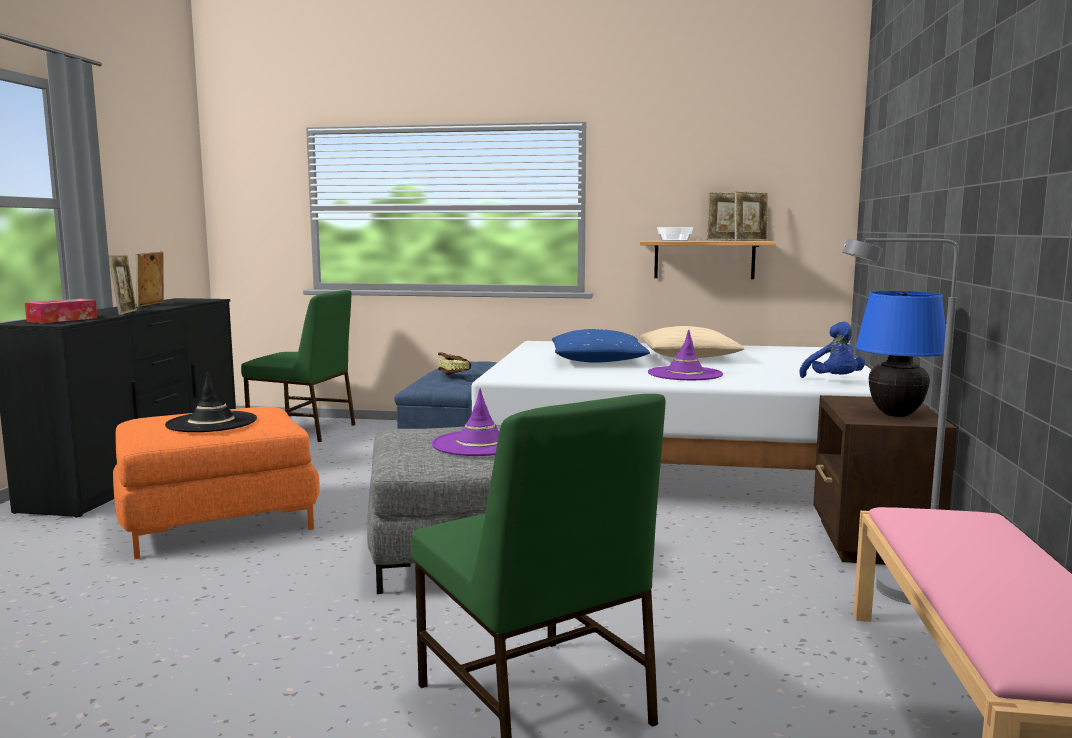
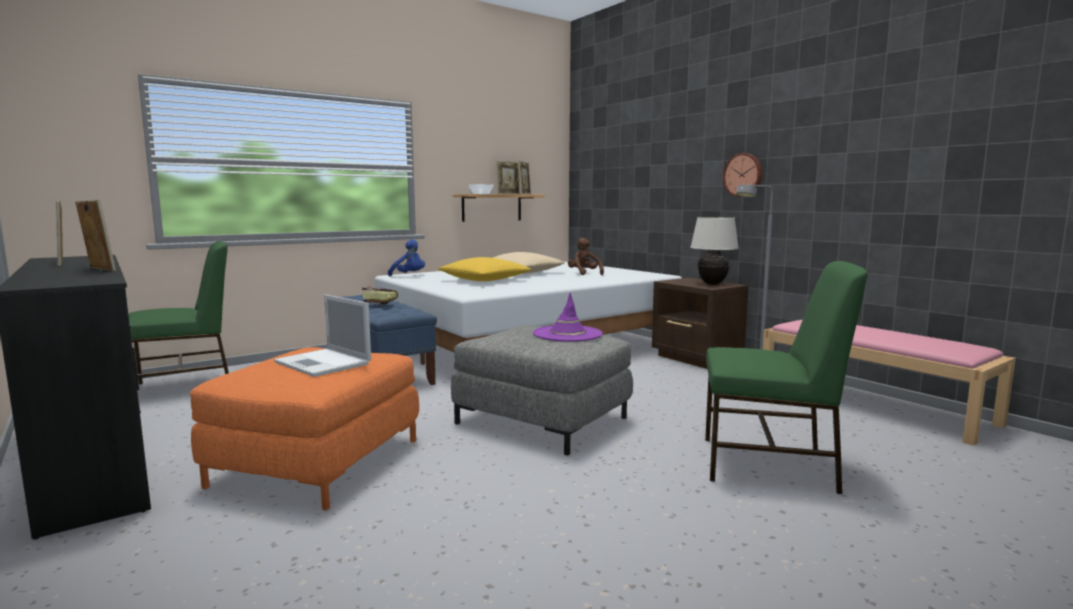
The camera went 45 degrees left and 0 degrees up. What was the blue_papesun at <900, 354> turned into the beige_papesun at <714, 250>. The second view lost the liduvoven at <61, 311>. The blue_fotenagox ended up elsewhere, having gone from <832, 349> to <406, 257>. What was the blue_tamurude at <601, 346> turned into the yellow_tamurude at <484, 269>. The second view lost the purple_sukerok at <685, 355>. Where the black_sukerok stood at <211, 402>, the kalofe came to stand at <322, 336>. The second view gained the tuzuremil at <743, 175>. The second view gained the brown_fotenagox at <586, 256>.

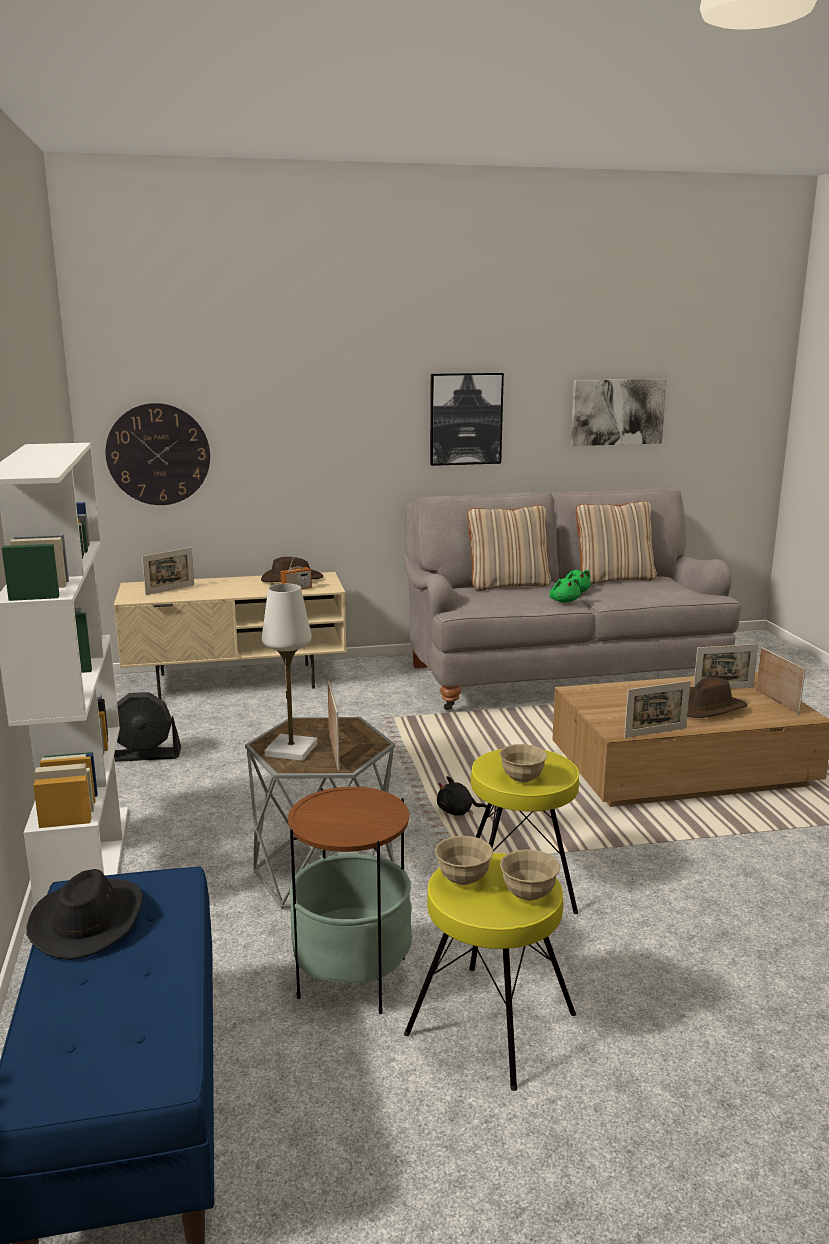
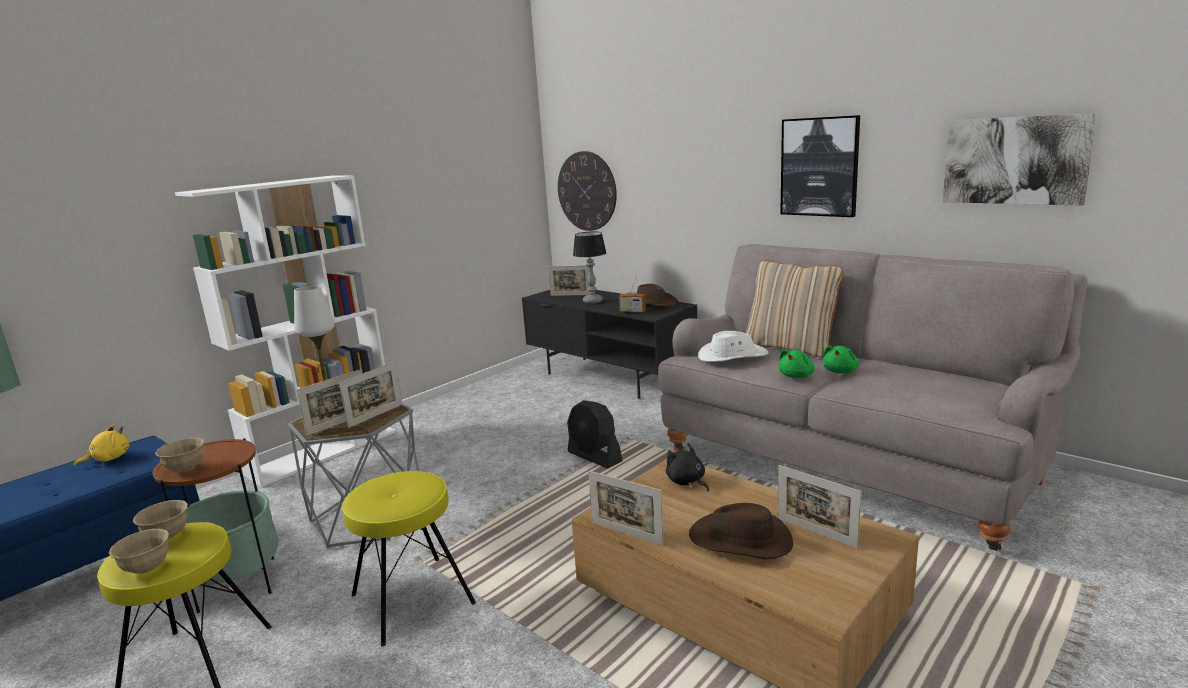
The camera went 55 degrees right and 0 degrees up. The second view lost the beige_tamurude at <616, 543>. What was the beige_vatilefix at <230, 635> turned into the black_vatilefix at <609, 344>. The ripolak ended up elsewhere, having gone from <780, 681> to <370, 395>. The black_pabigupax ended up elsewhere, having gone from <147, 727> to <594, 434>. The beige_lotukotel ended up elsewhere, having gone from <523, 763> to <180, 455>. The black_fotenagox ended up elsewhere, having gone from <462, 796> to <687, 467>. Where the black_sukerok stood at <84, 914>, the yellow_fotenagox came to stand at <101, 446>. The second view gained the papesun at <589, 267>. The second view gained the white_sukerok at <733, 346>.

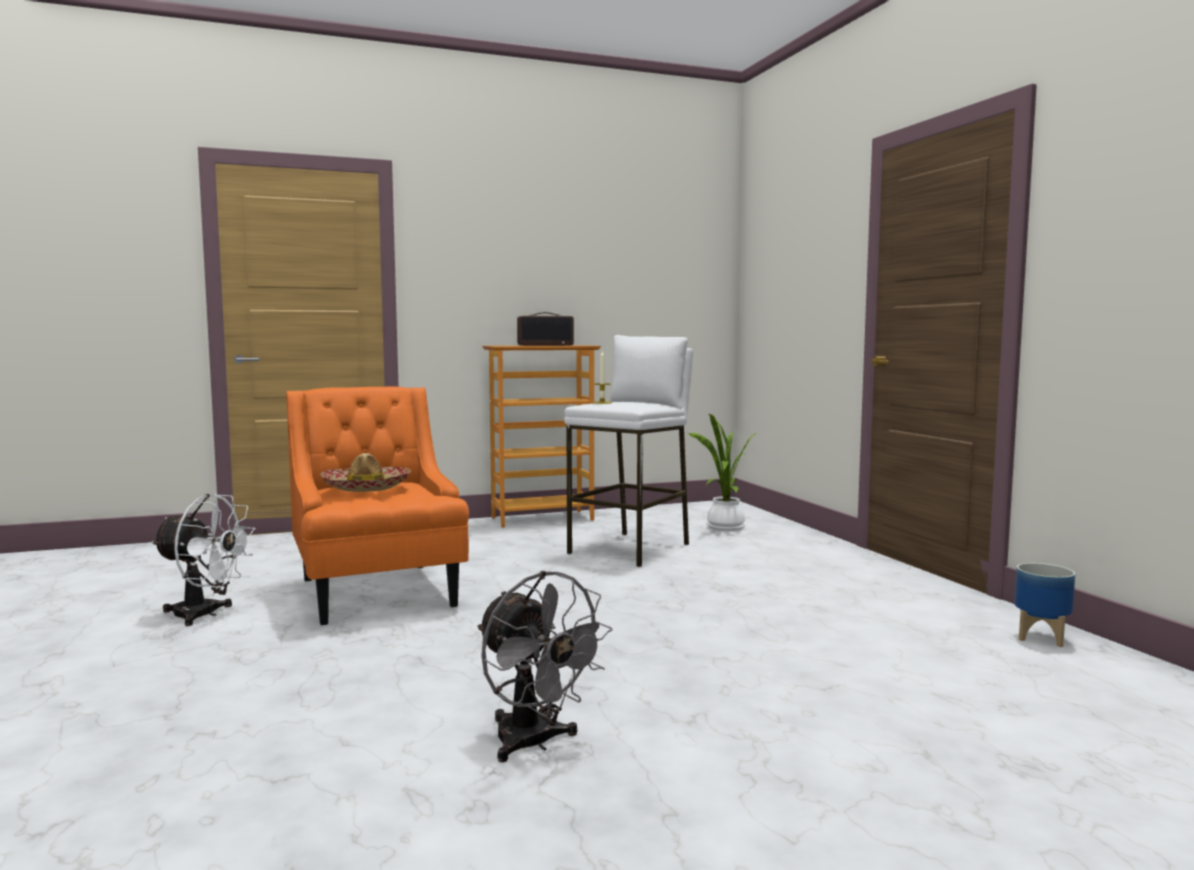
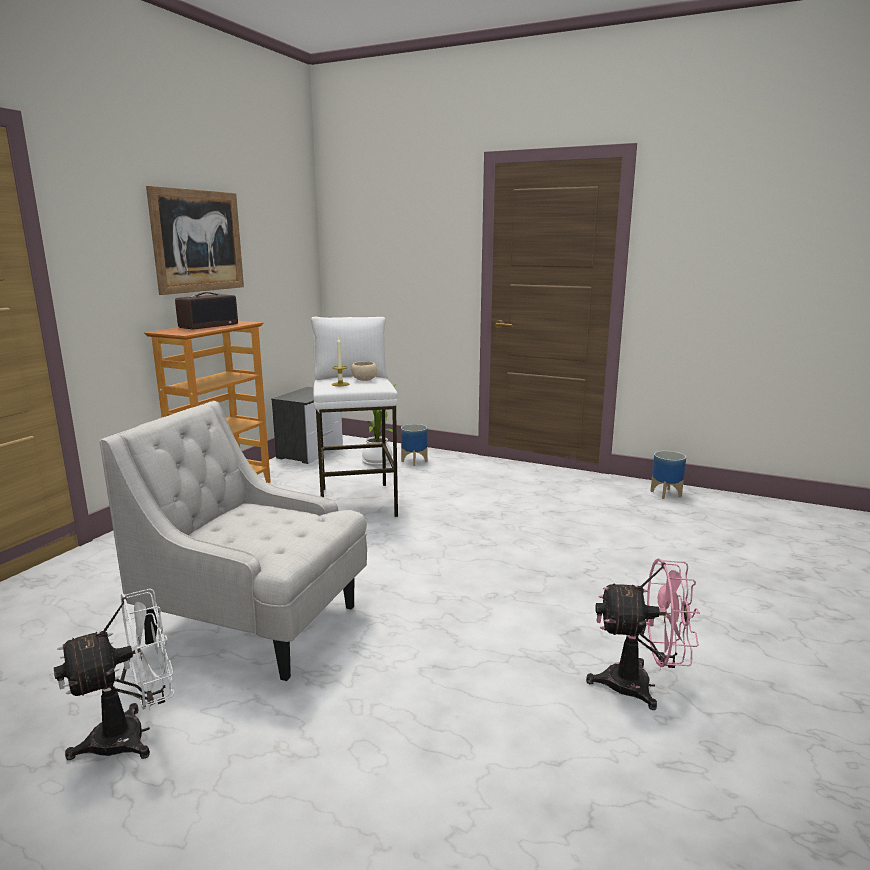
The camera went 45 degrees left and 10 degrees up. What was the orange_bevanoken at <377, 505> turned into the white_bevanoken at <233, 541>. The second view lost the sukerok at <365, 472>. What was the grey_pabigupax at <544, 666> turned into the pink_pabigupax at <643, 634>. The second view gained the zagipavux at <195, 240>. The second view gained the beige_lotukotel at <364, 371>. The second view gained the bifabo at <307, 425>. The second view gained the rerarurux at <414, 445>.

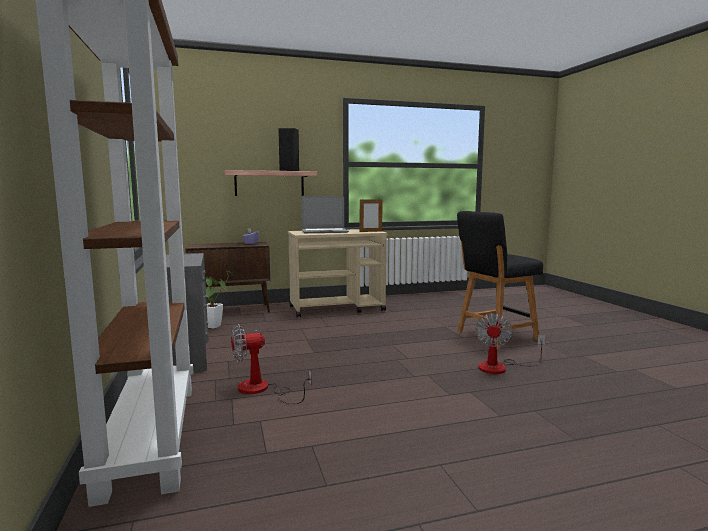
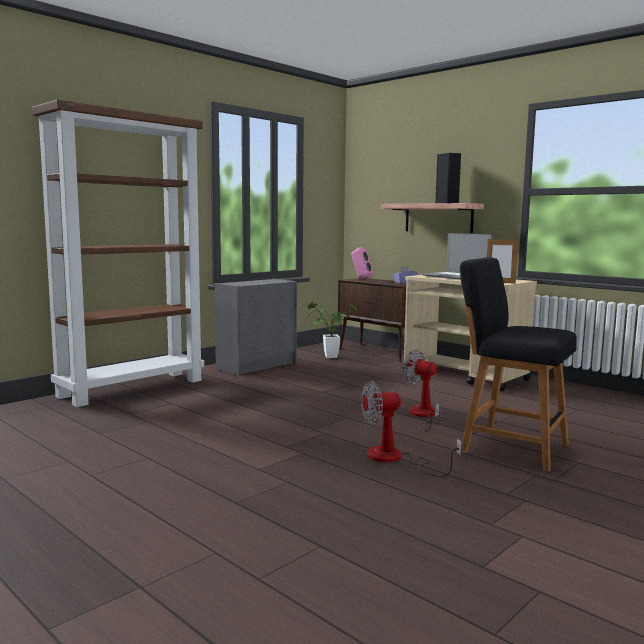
The camera went 60 degrees right and 0 degrees up. The pabigupax ended up elsewhere, having gone from <271, 364> to <423, 390>. The second view gained the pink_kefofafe at <362, 263>.

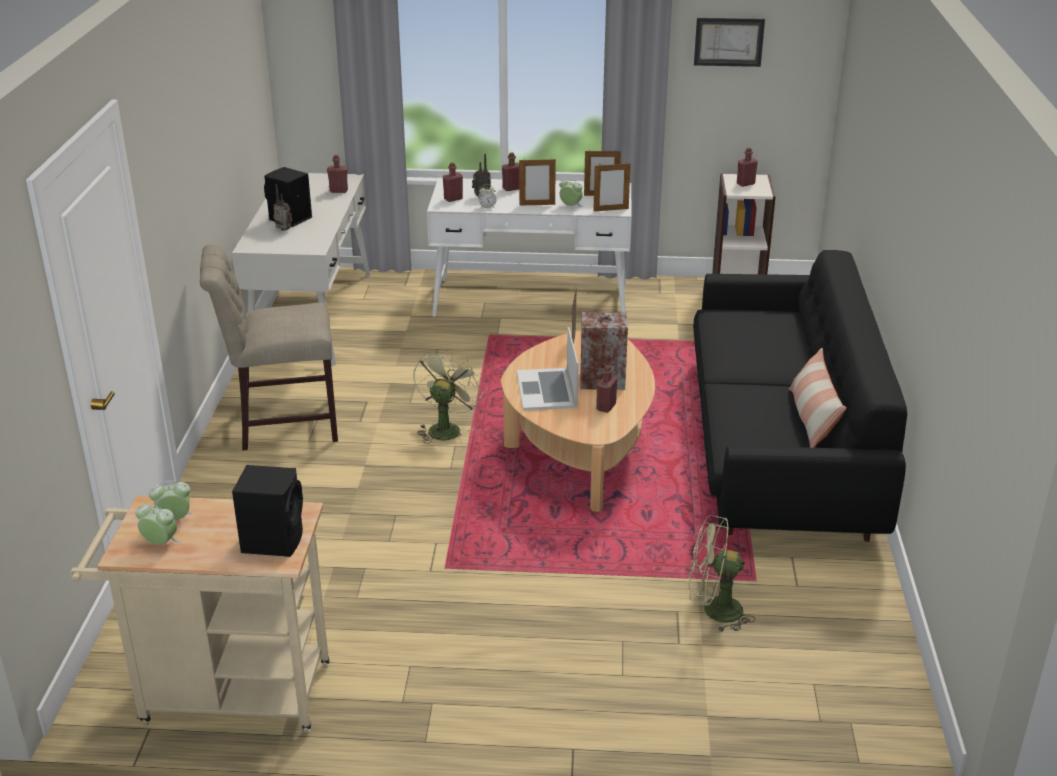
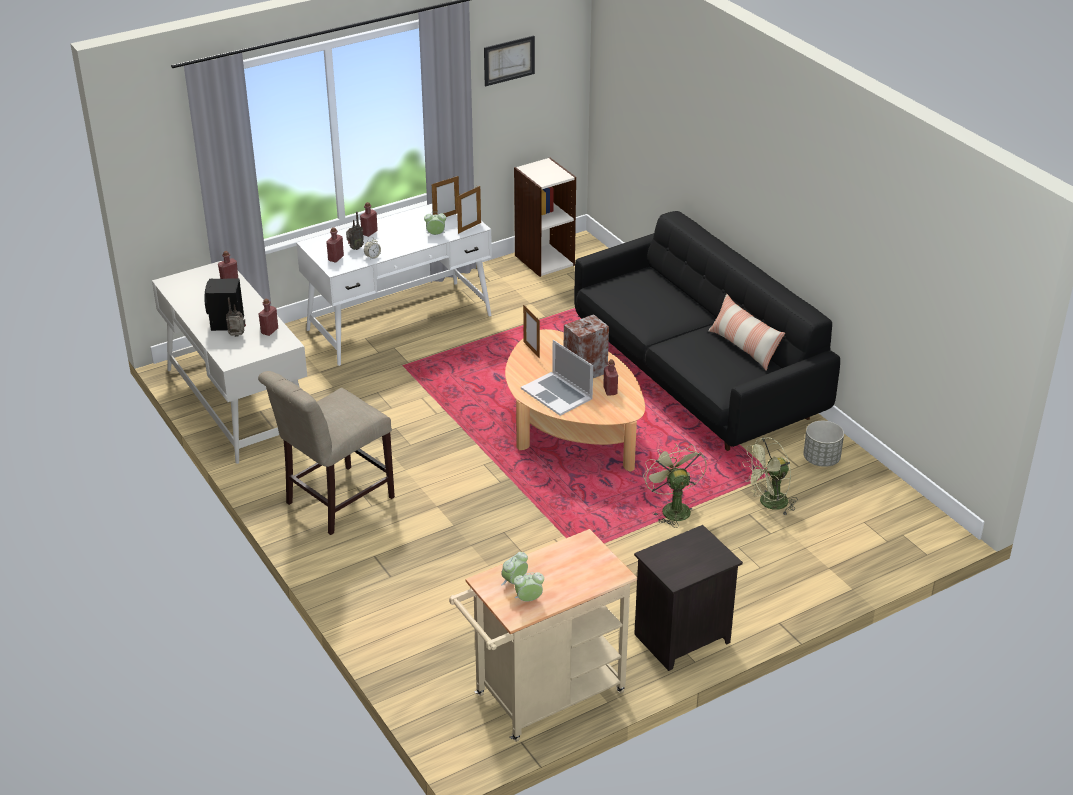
The camera went 35 degrees left and 5 degrees up. The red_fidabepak ended up elsewhere, having gone from <747, 167> to <268, 317>. The second view lost the ripolak at <537, 182>. The green_pabigupax ended up elsewhere, having gone from <448, 397> to <675, 485>. The second view lost the black_kefofafe at <267, 511>. The second view gained the grey_rerarurux at <823, 444>. The second view gained the black_bifabo at <688, 598>.

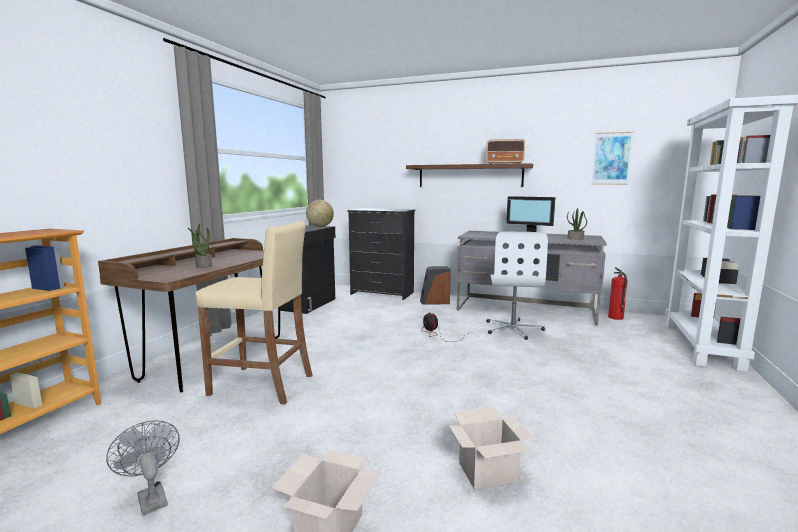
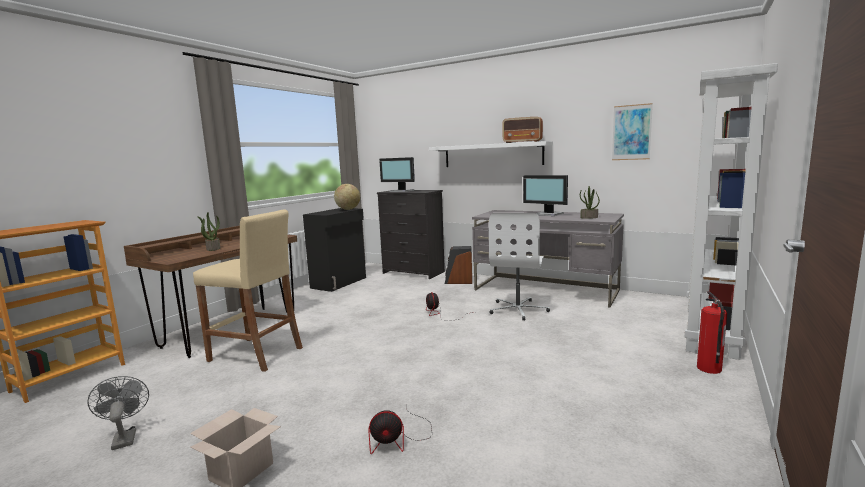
The camera went 10 degrees right and 0 degrees up. What was the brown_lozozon at <469, 175> turned into the white_lozozon at <491, 154>. The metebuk ended up elsewhere, having gone from <618, 293> to <712, 332>. Where the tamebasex stood at <491, 448>, the pabigupax came to stand at <400, 432>. The second view gained the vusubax at <397, 174>.

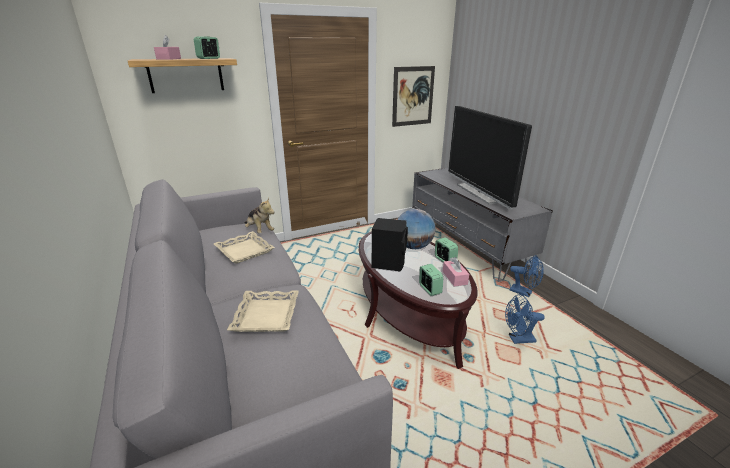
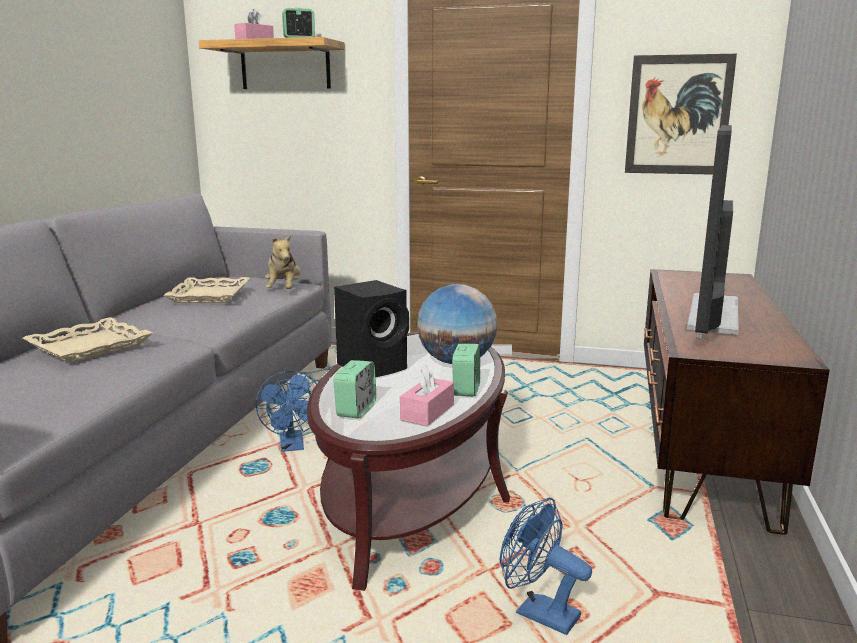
The camera went 40 degrees right and 10 degrees down. What was the grey_vatilefix at <482, 224> turned into the brown_vatilefix at <737, 402>. The blue_pabigupax ended up elsewhere, having gone from <527, 276> to <286, 411>.

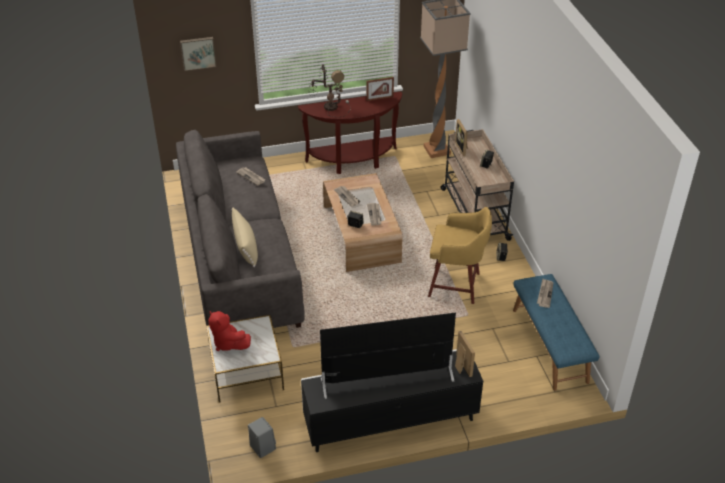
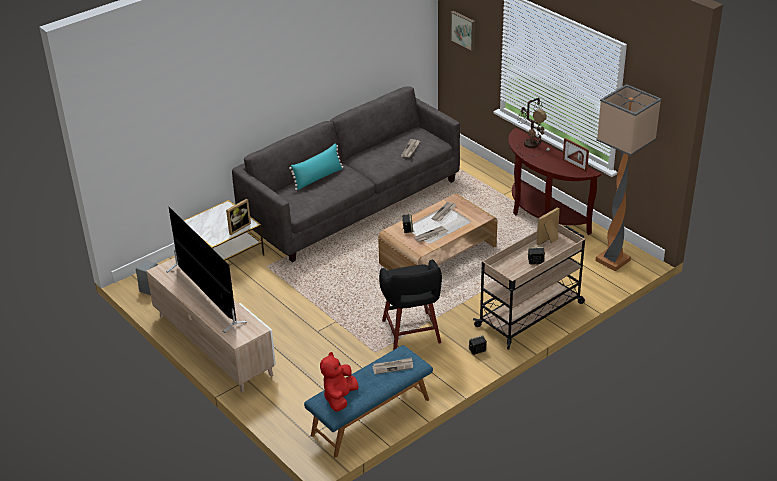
The camera went 65 degrees right and 5 degrees down. What was the beige_tamurude at <244, 237> turned into the turquoise_tamurude at <316, 166>. What was the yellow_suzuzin at <460, 255> turned into the black_suzuzin at <410, 304>. The red_fotenagox ended up elsewhere, having gone from <229, 331> to <339, 382>. The ripolak ended up elsewhere, having gone from <465, 354> to <238, 217>. What was the black_vatilefix at <392, 400> turned into the beige_vatilefix at <211, 325>.

